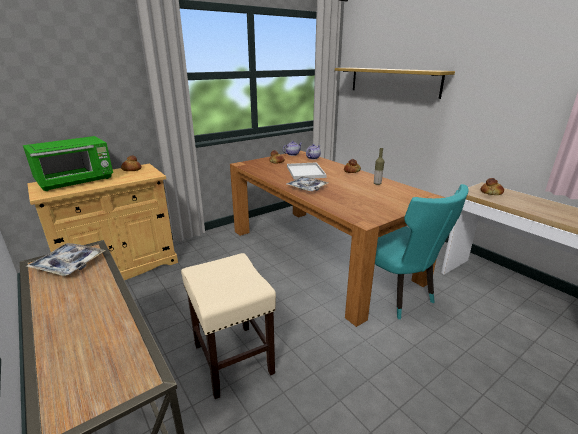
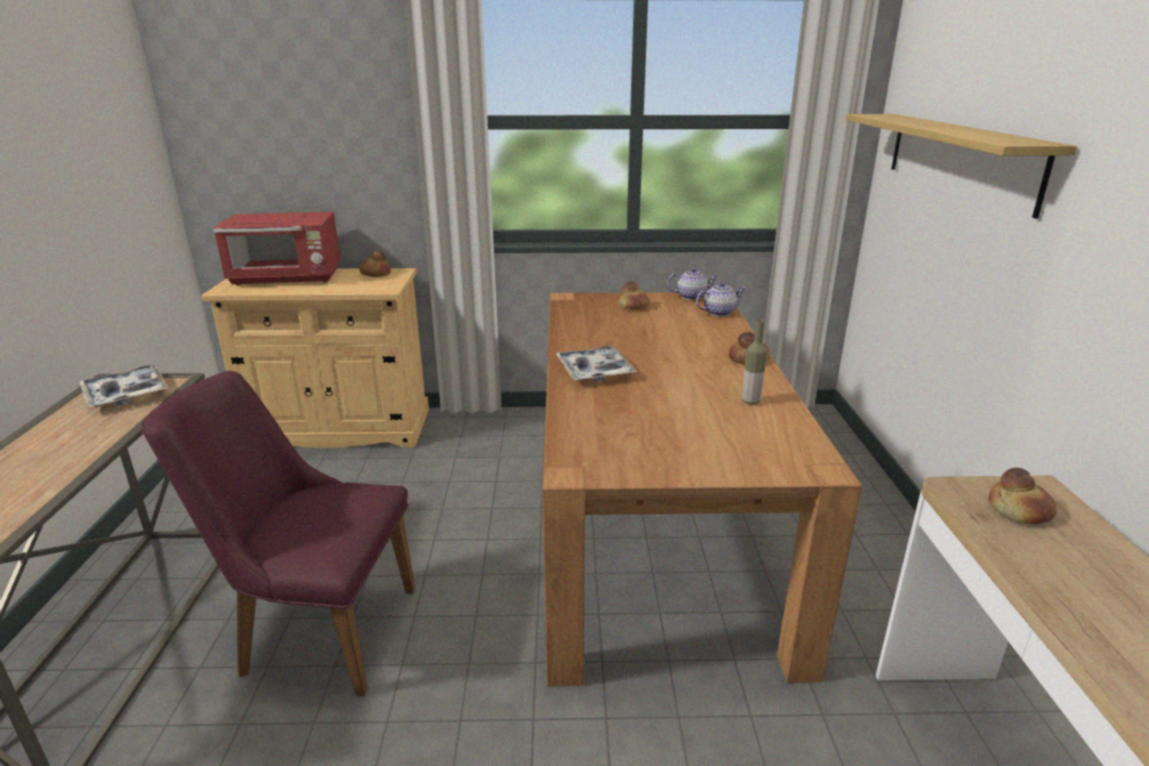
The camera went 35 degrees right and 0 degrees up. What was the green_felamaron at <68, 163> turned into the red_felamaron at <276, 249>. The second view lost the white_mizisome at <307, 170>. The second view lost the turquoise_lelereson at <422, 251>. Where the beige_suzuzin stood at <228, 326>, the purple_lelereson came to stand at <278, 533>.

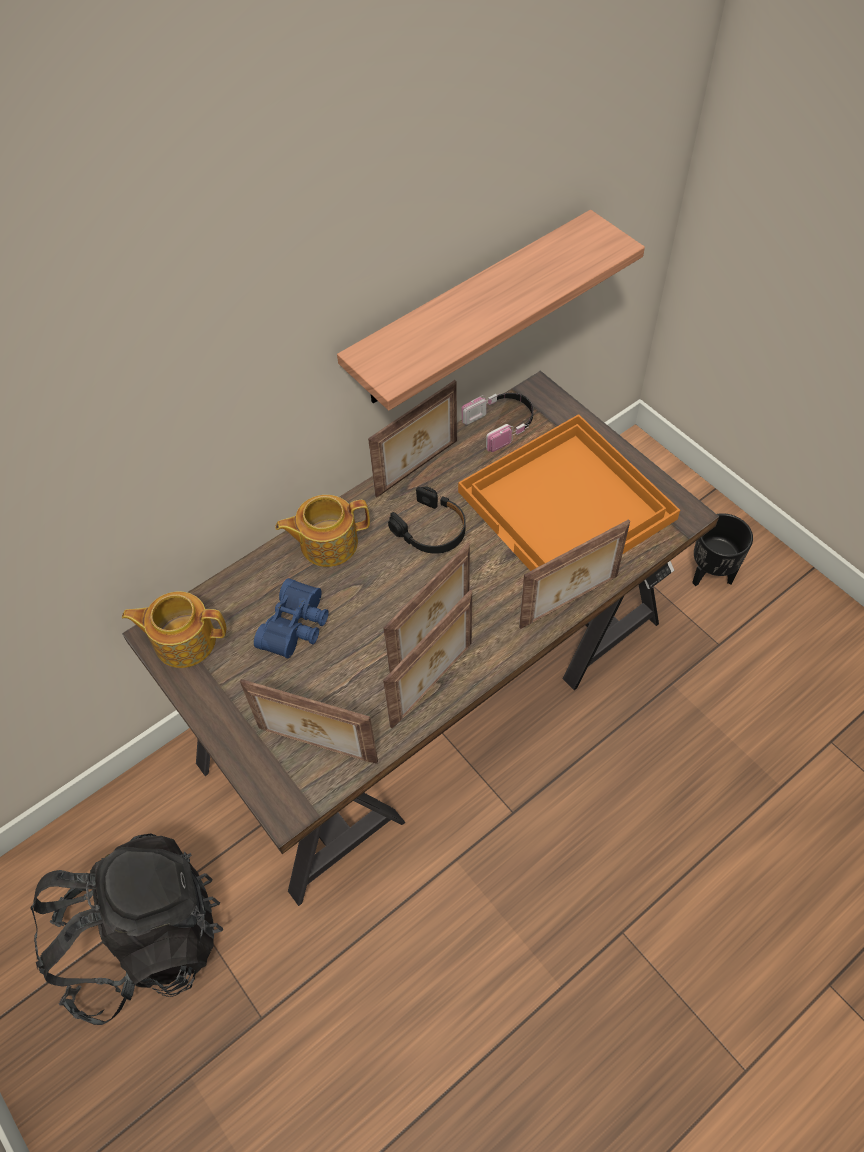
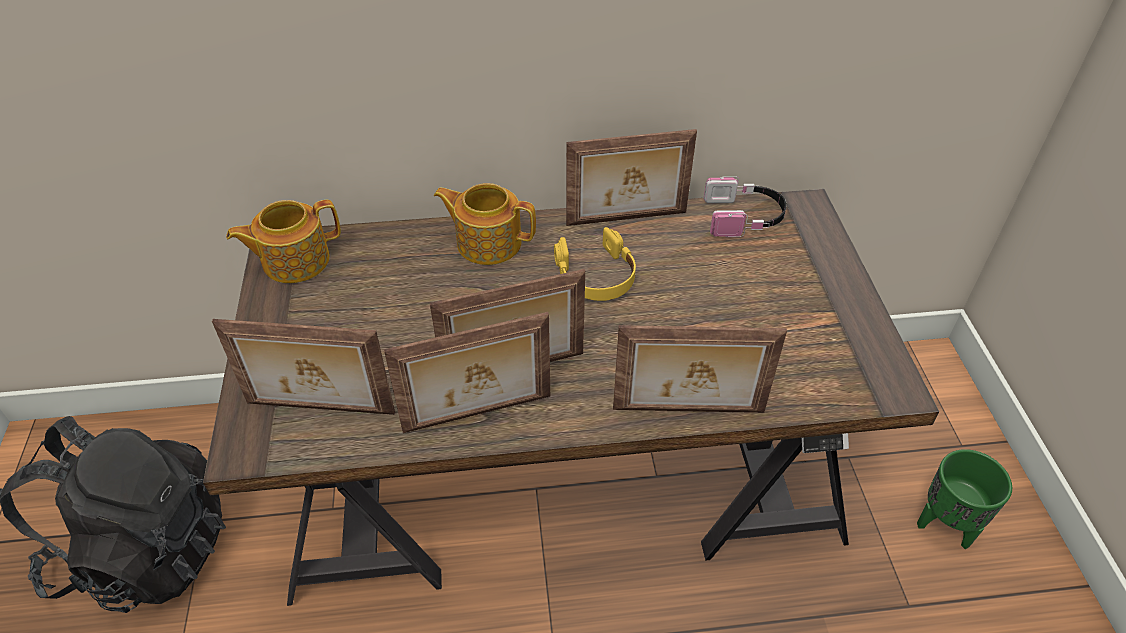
The camera went 30 degrees right and 10 degrees down. The second view lost the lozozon at <491, 310>. The second view lost the orange_mizisome at <569, 492>. What was the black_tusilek at <427, 520> turned into the yellow_tusilek at <595, 264>. What was the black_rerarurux at <722, 549> turned into the green_rerarurux at <964, 499>. The second view lost the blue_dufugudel at <291, 618>. The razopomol at <174, 629> ended up facing another way, 60 degrees counterclockwise from before. The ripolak at <309, 721> ended up facing another way, 45 degrees counterclockwise from before.

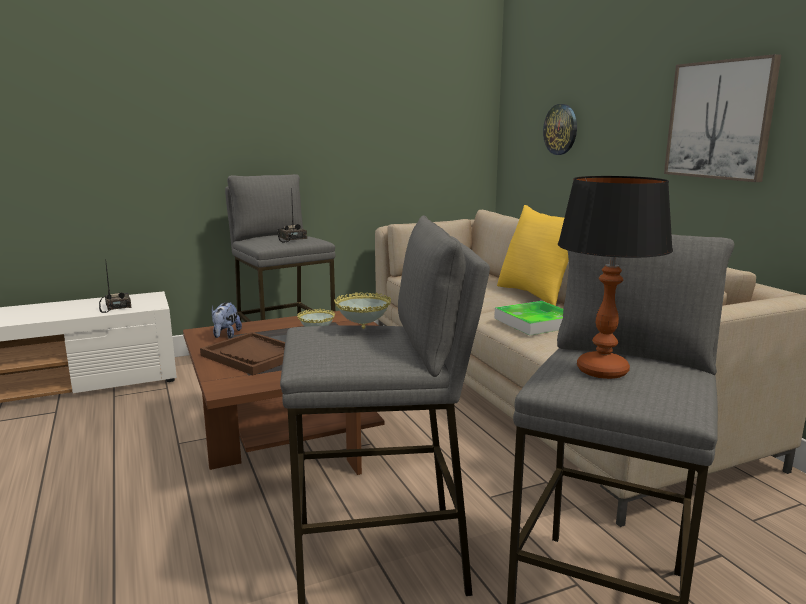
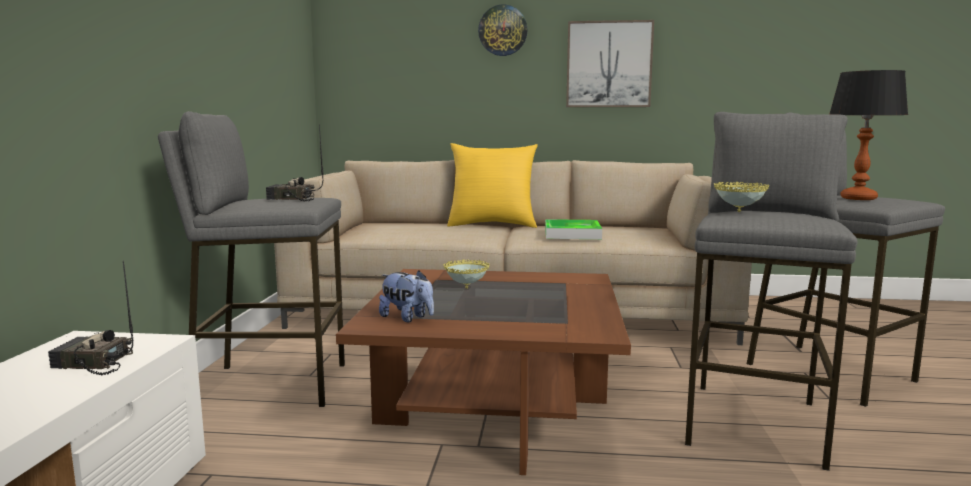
The camera went 60 degrees left and 5 degrees down. The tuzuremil ended up elsewhere, having gone from <560, 129> to <503, 30>. The second view lost the brown_mizisome at <242, 353>.

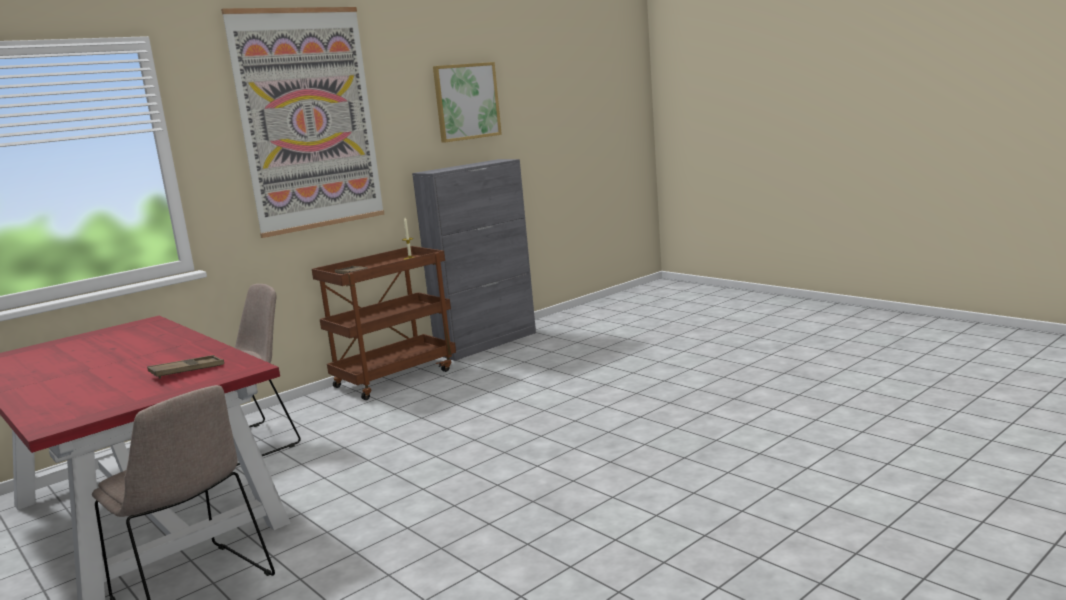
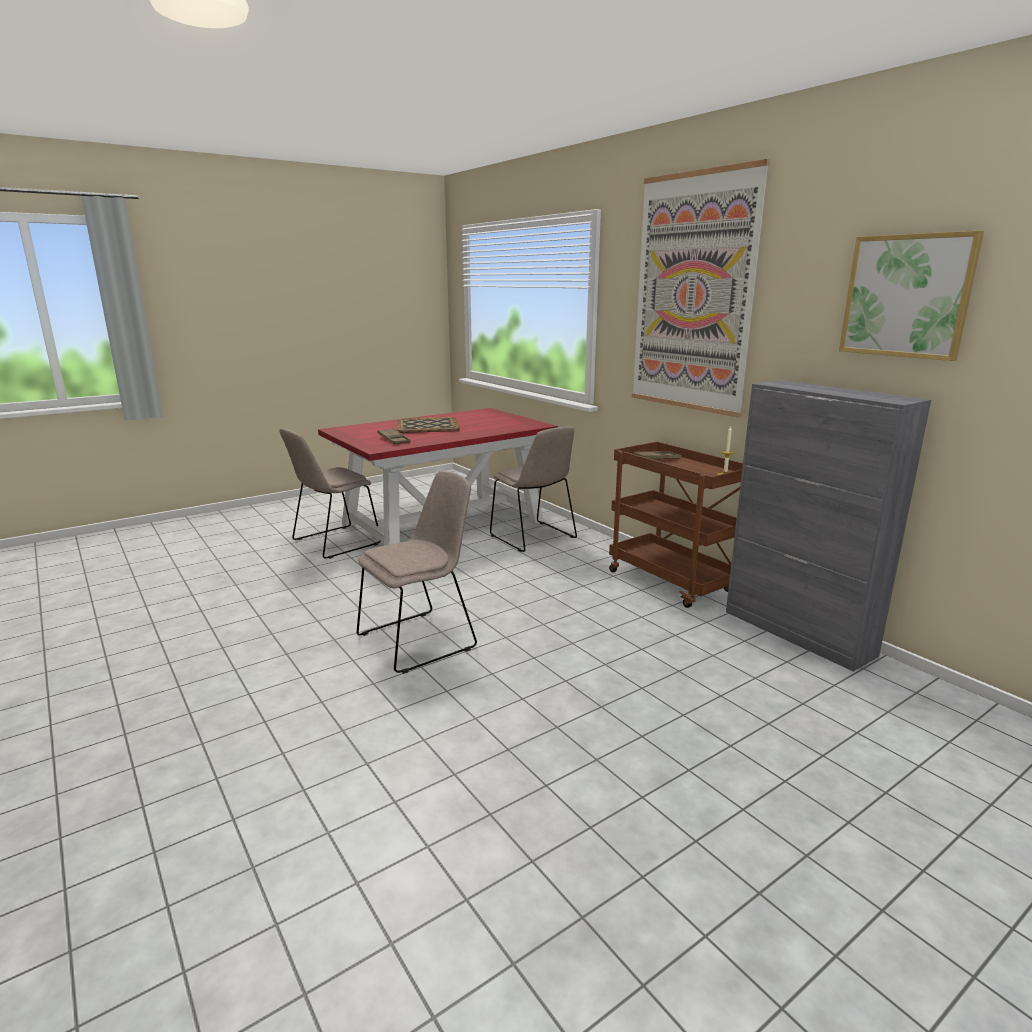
The camera went 95 degrees right and 5 degrees up. The second view gained the mizisome at <428, 425>. The second view gained the beige_lelereson at <417, 572>.

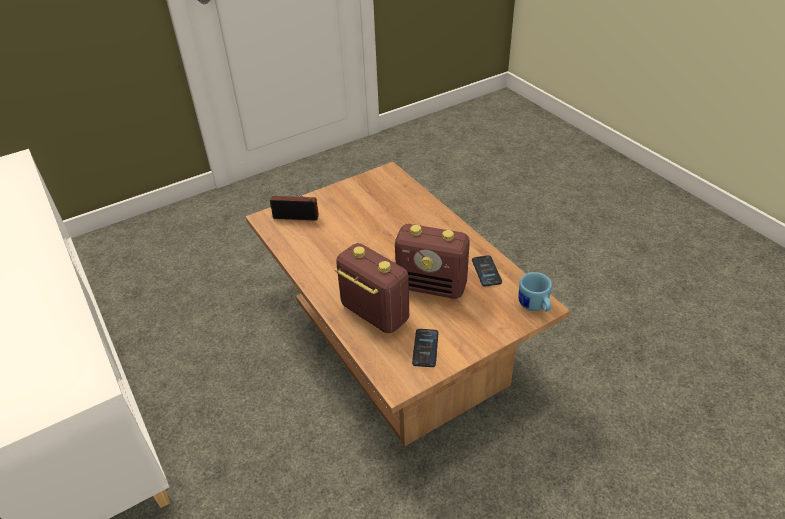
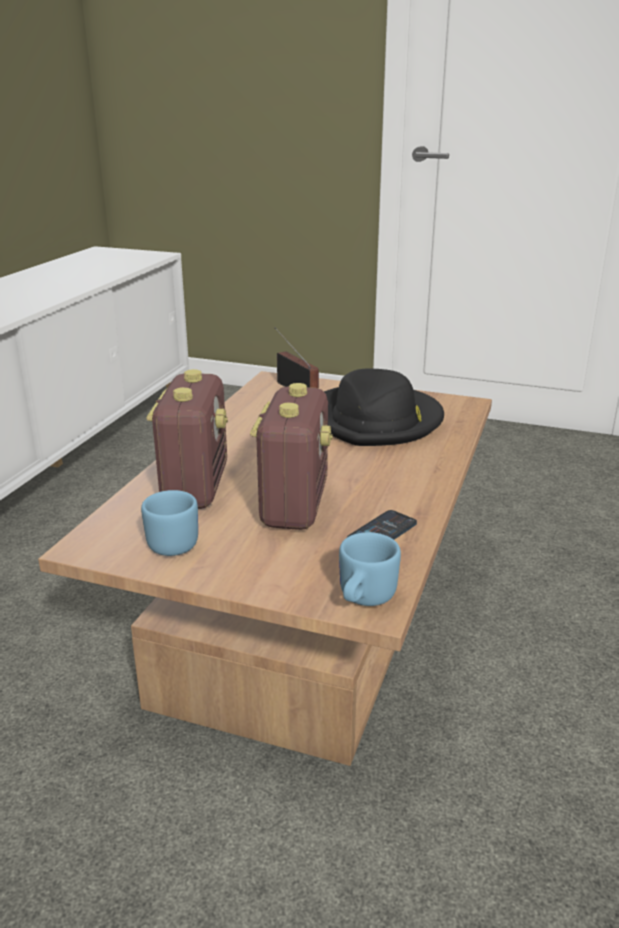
The camera went 50 degrees right and 15 degrees down. The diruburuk at <432, 261> ended up facing another way, 150 degrees counterclockwise from before. Where the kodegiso stood at <425, 348>, the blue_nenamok came to stand at <169, 523>. The second view gained the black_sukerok at <384, 407>.

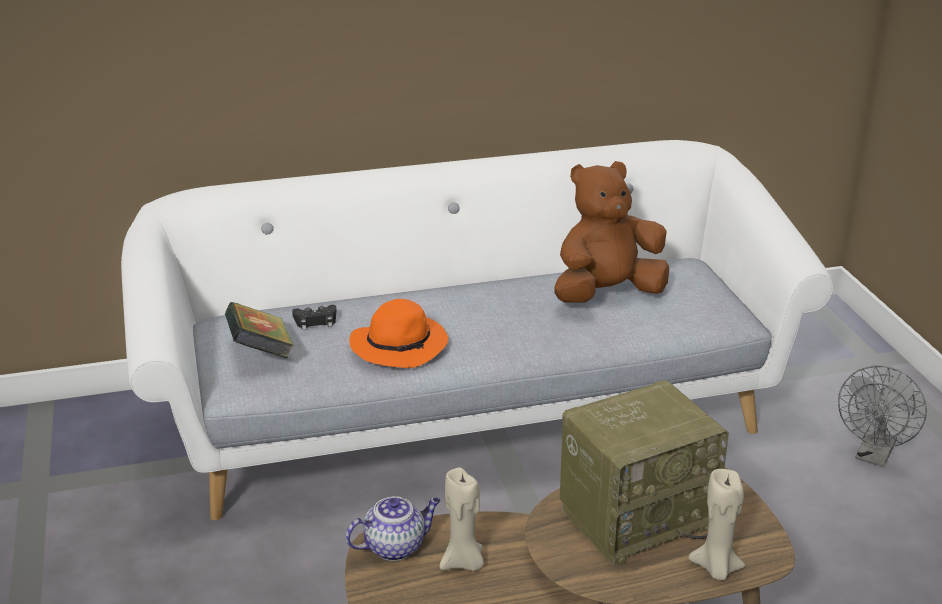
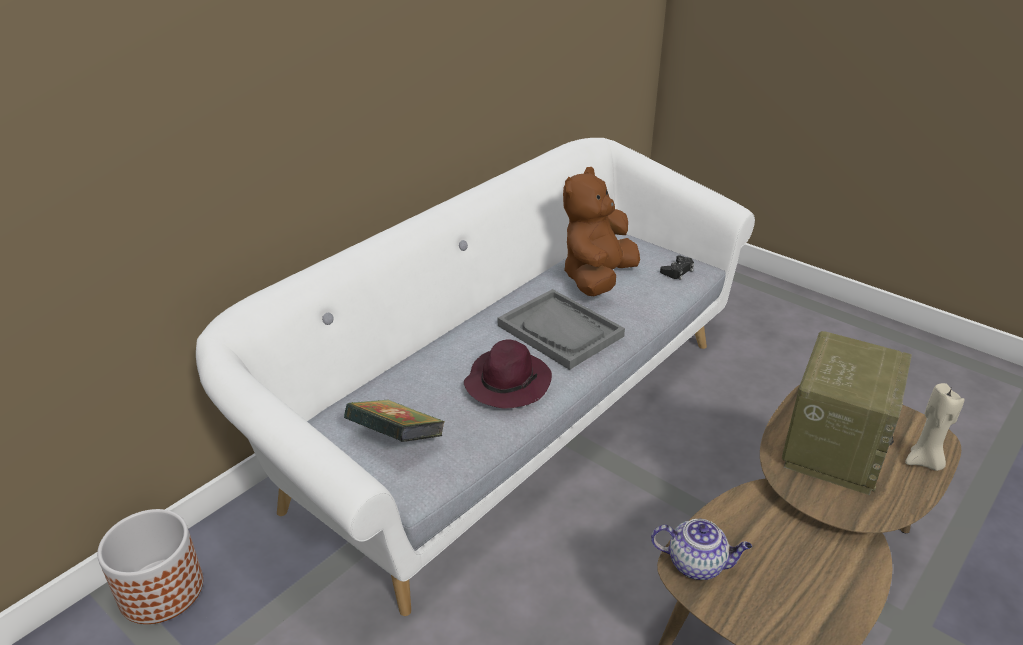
The camera went 35 degrees left and 5 degrees up. What was the orange_sukerok at <398, 333> turned into the purple_sukerok at <508, 373>. The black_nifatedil ended up elsewhere, having gone from <314, 317> to <677, 267>. The second view lost the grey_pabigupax at <882, 416>. The second view lost the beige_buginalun at <462, 519>. The razopomol at <393, 528> ended up facing another way, 75 degrees clockwise from before. The second view gained the grey_mizisome at <561, 329>. The second view gained the rerarurux at <150, 566>.

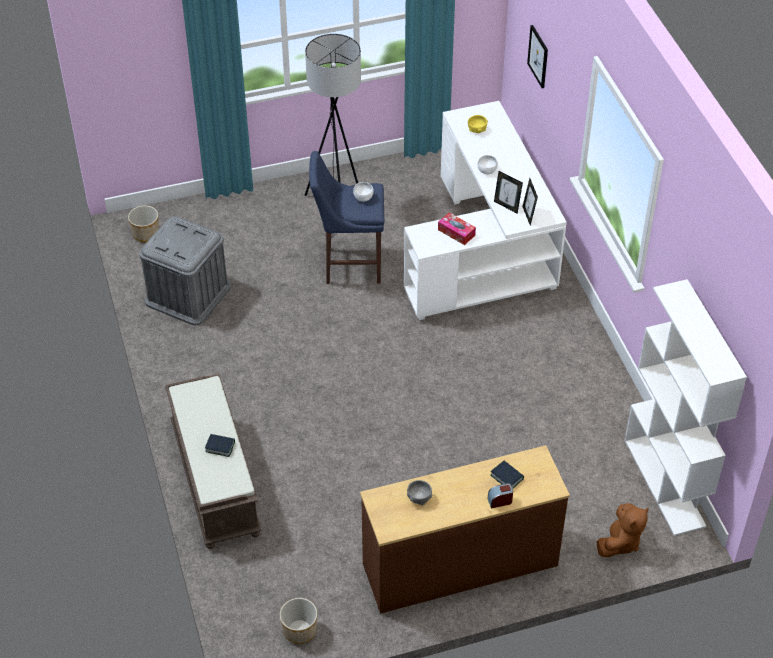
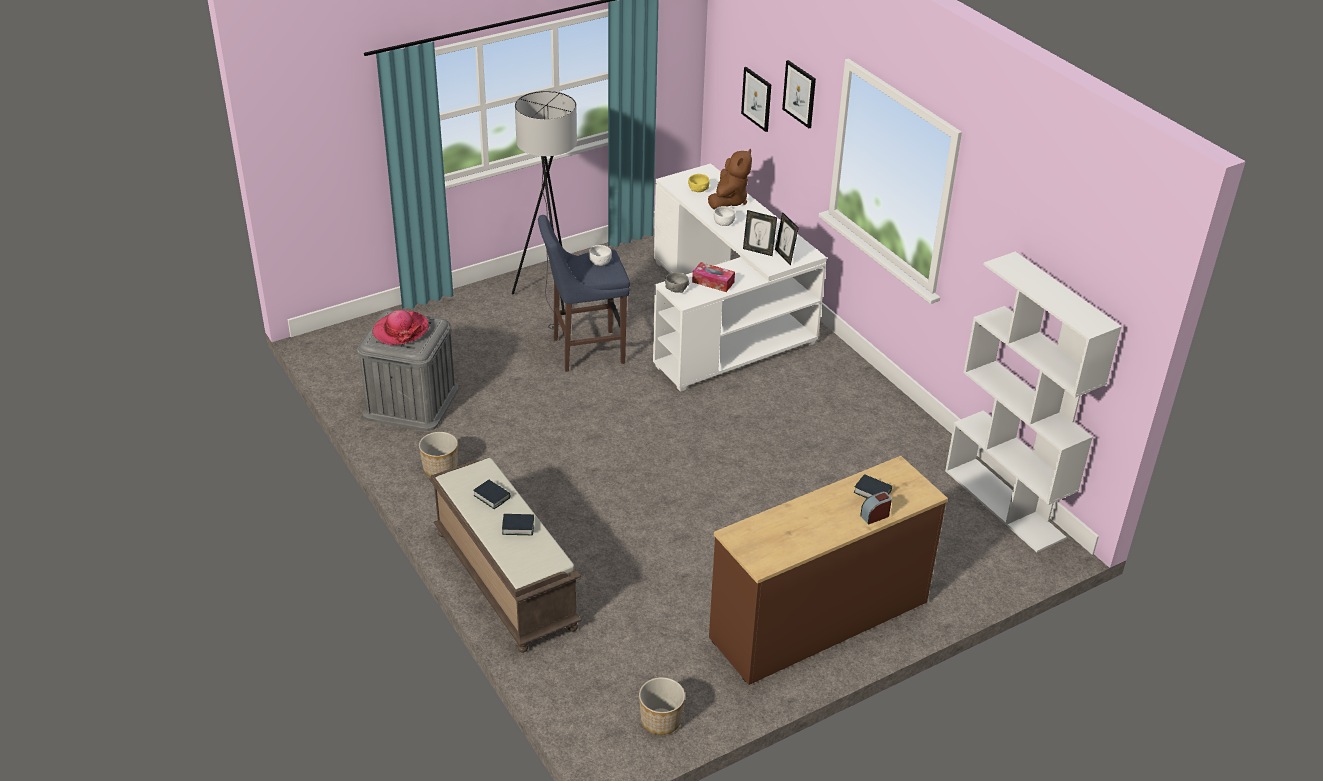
The camera went 15 degrees left and 10 degrees down. The rerarurux ended up elsewhere, having gone from <143, 223> to <438, 454>. The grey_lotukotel ended up elsewhere, having gone from <420, 492> to <677, 282>. The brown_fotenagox ended up elsewhere, having gone from <623, 530> to <730, 179>. The second view gained the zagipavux at <799, 94>. The second view gained the sukerok at <400, 327>. The second view gained the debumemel at <492, 494>.

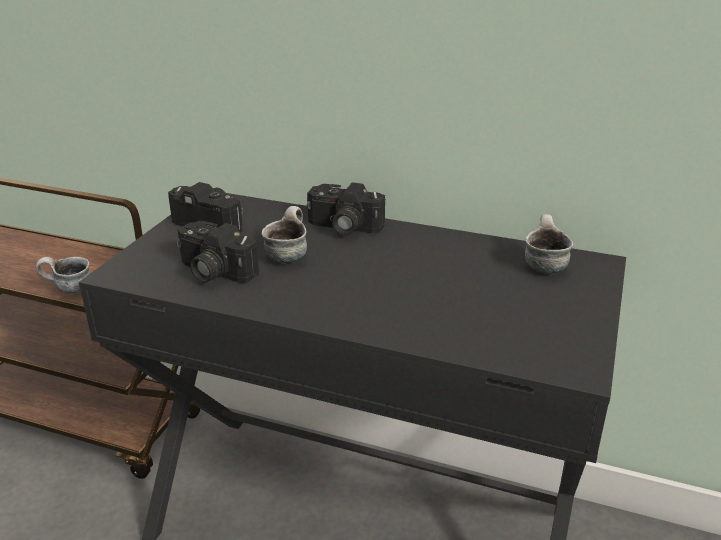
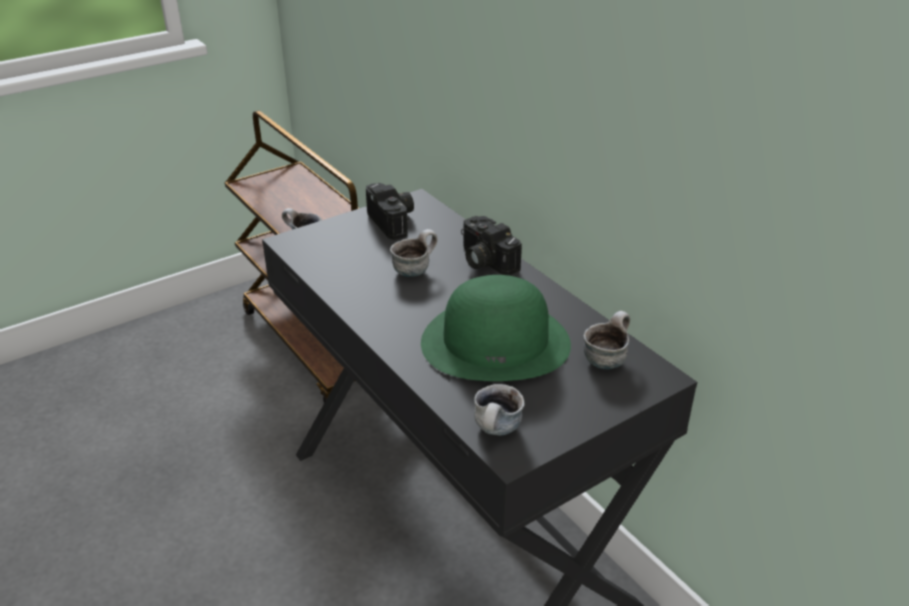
The camera went 35 degrees right and 5 degrees up. The second view lost the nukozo at <217, 252>. The second view gained the green_sukerok at <496, 328>. The second view gained the nenamok at <499, 410>.

